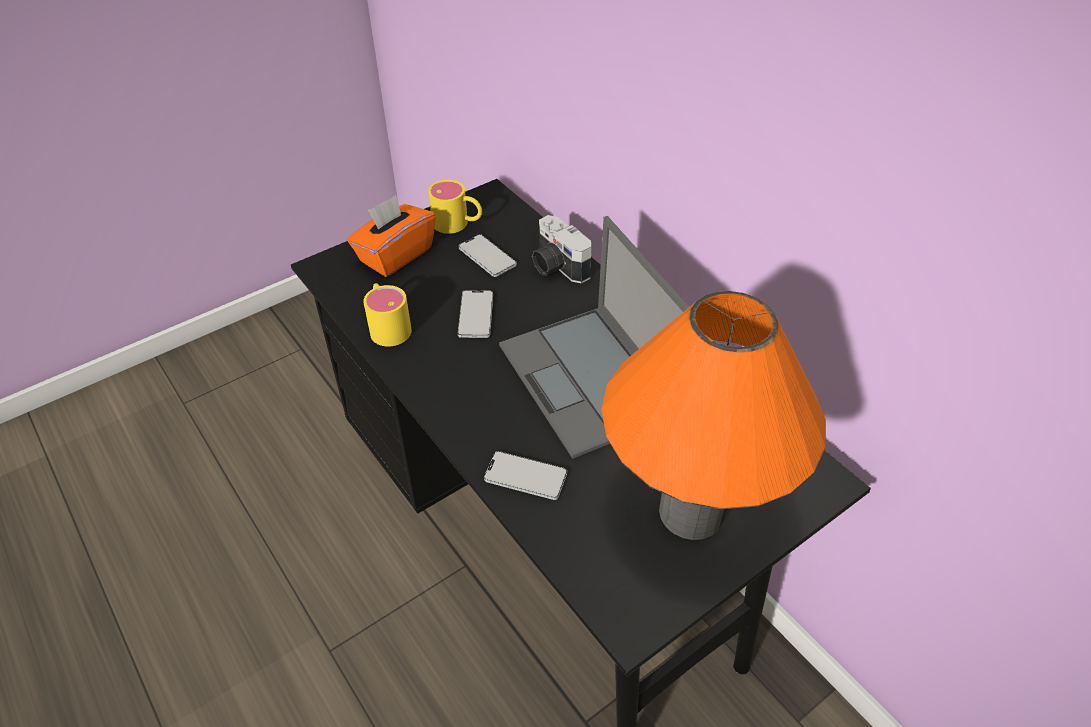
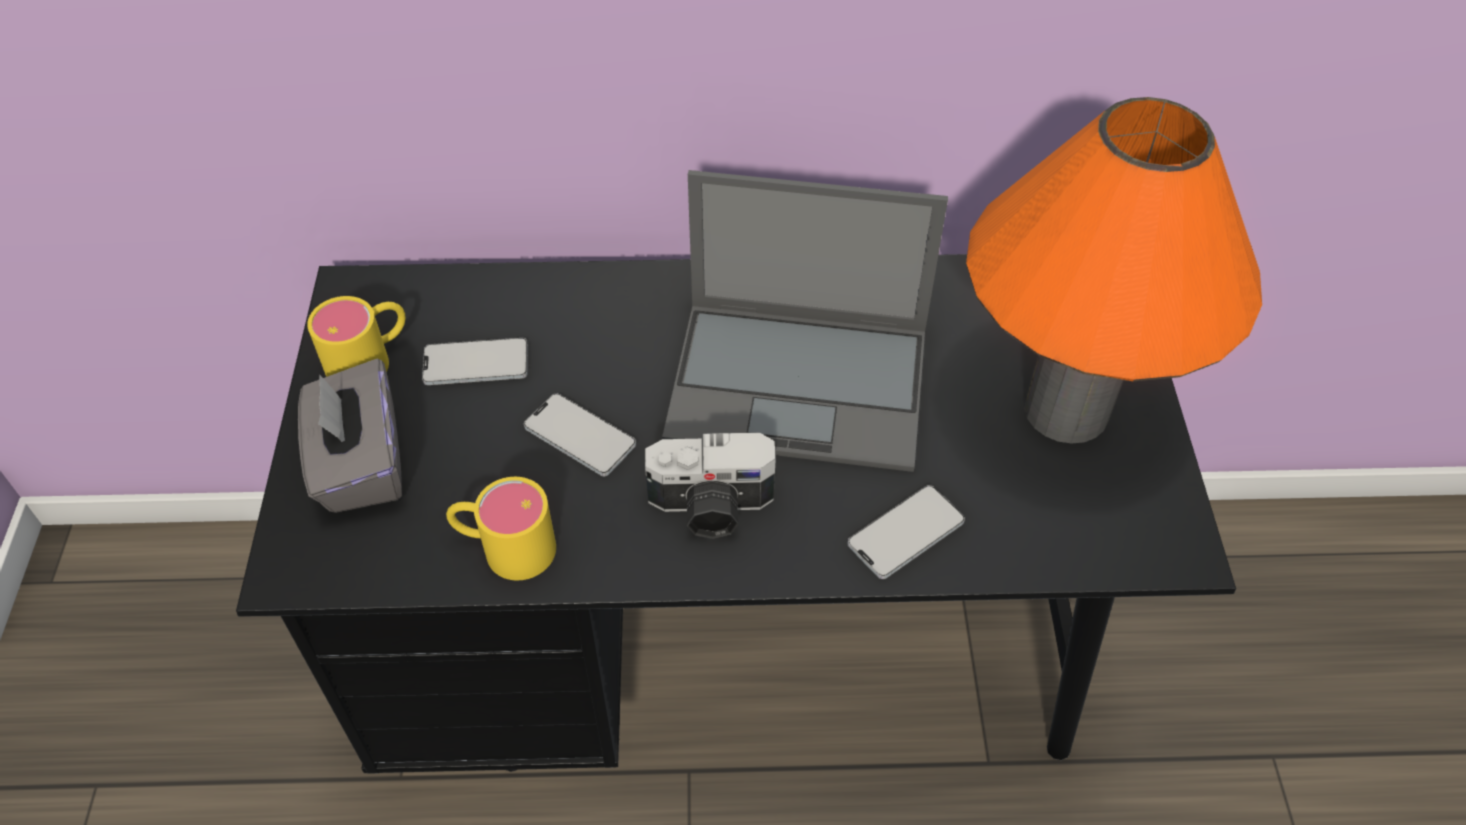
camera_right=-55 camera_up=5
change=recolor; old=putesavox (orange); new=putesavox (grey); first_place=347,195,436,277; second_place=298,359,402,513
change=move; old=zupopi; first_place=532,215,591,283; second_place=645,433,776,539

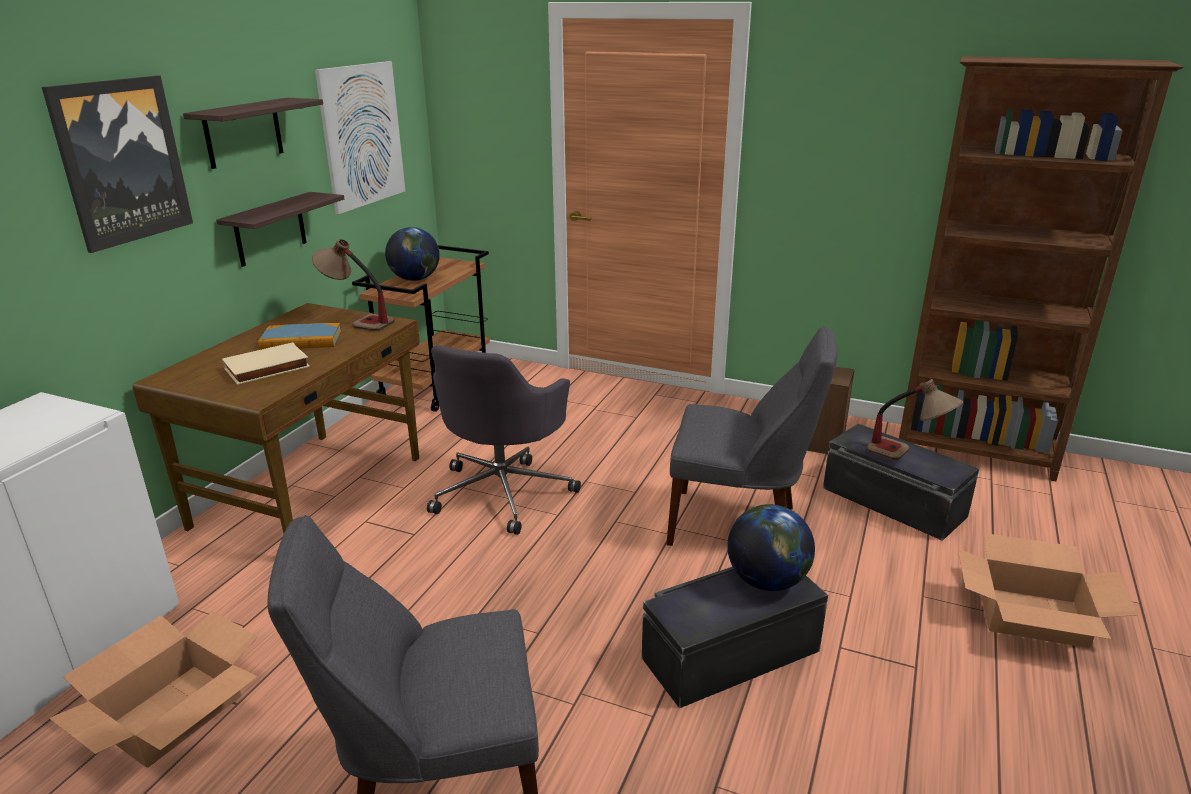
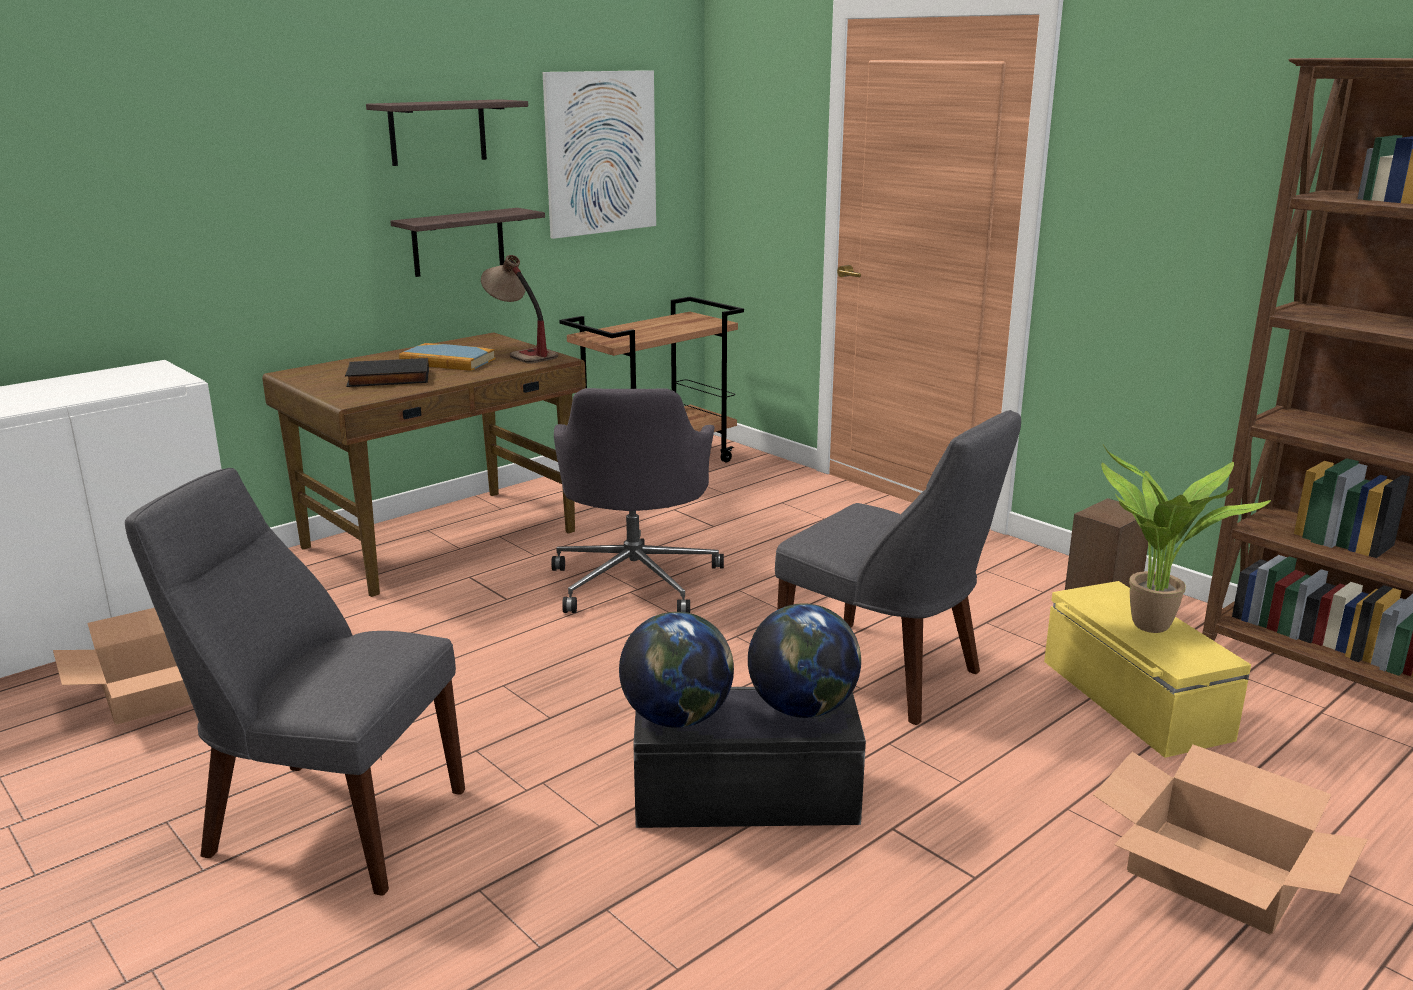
camera_right=25 camera_up=-5
change=delete; old=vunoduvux; first_place=42,75,193,253
change=move; old=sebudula; first_place=385,227,440,281; second_place=619,612,734,728
change=recolor; old=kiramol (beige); new=kiramol (black); first_place=222,342,310,385; second_place=345,358,429,387
change=rotate; old=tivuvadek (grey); first_place=427,345,581,535; second_place=551,388,724,613; degrees=-45
change=replace; old=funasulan; new=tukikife; first_place=866,379,963,460; second_place=1101,445,1271,633
change=recolor; old=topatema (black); new=topatema (yellow); first_place=823,424,980,541; second_place=1044,581,1251,758

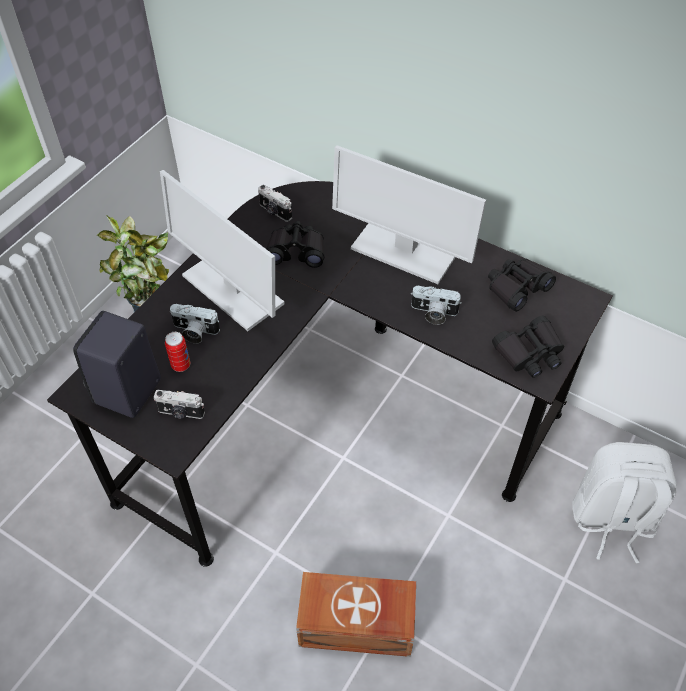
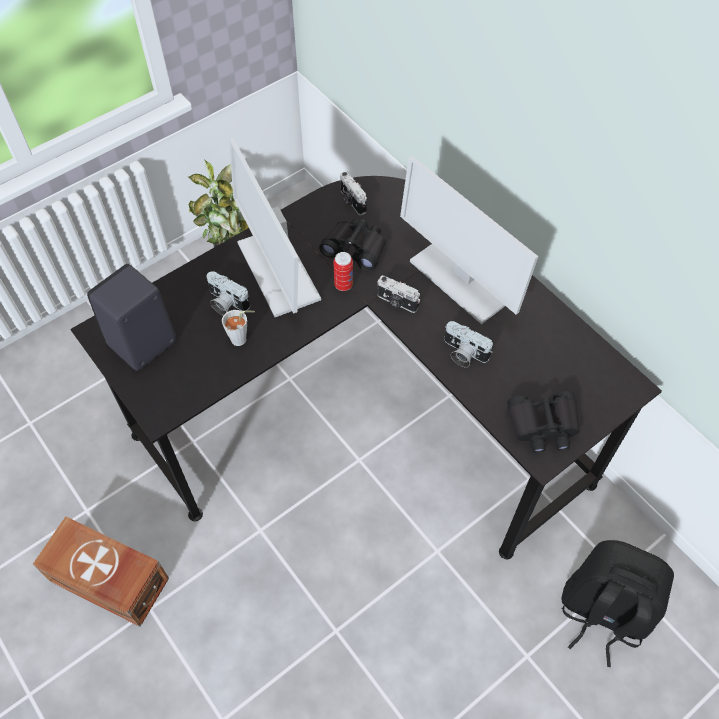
camera_right=20 camera_up=5
change=delete; old=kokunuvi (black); first_place=488,259,556,312
change=move; old=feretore; first_place=165,332,190,372; second_place=333,252,353,291
change=move; old=zupopi; first_place=154,390,205,419; second_place=377,275,420,313
change=recolor; old=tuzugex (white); new=tuzugex (black); first_place=572,442,677,563; second_place=561,540,674,667
change=move; old=topatema (brown); first_place=296,572,416,657; second_place=33,516,169,627
change=insert; new=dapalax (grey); second_place=222,310,255,346

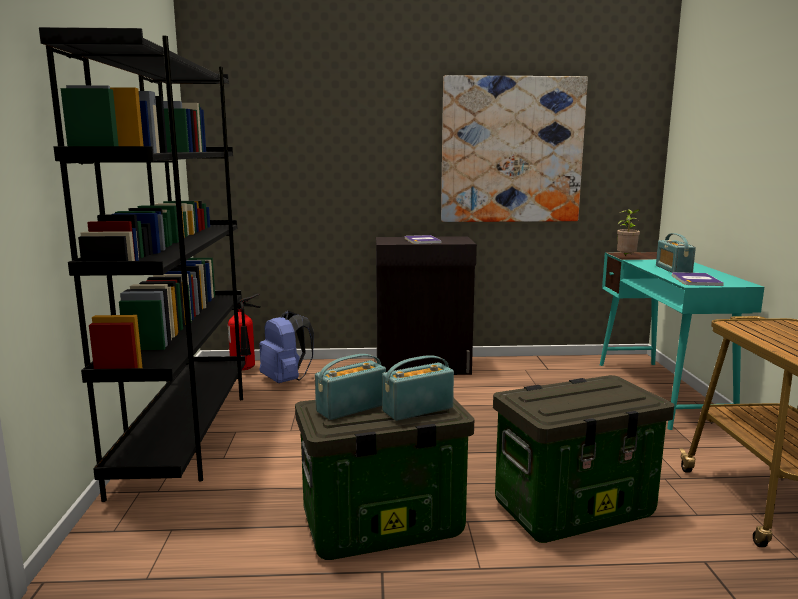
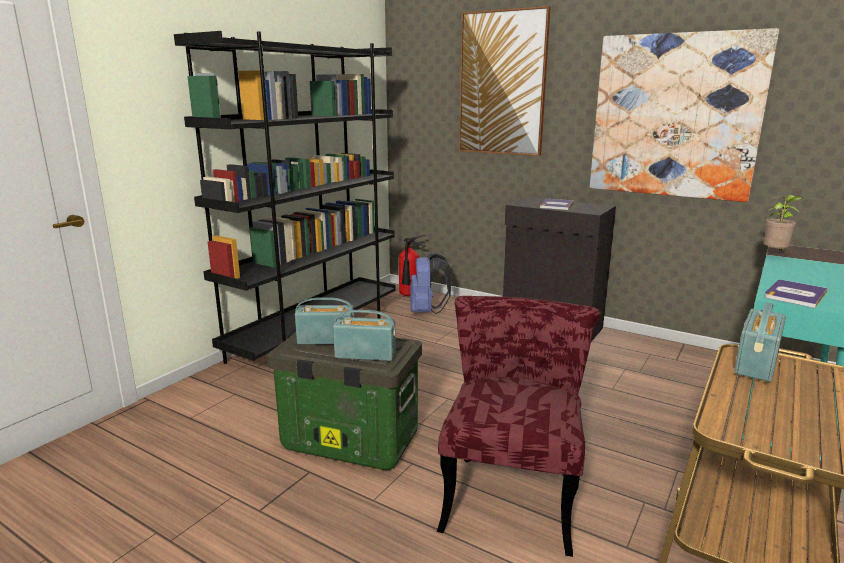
camera_right=35 camera_up=5
change=move; old=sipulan; first_place=656,233,696,273; second_place=734,302,786,382
change=replace; old=topatema; new=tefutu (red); first_place=493,375,674,543; second_place=437,296,600,557
change=insert; new=vunoduvux; second_place=459,6,551,156

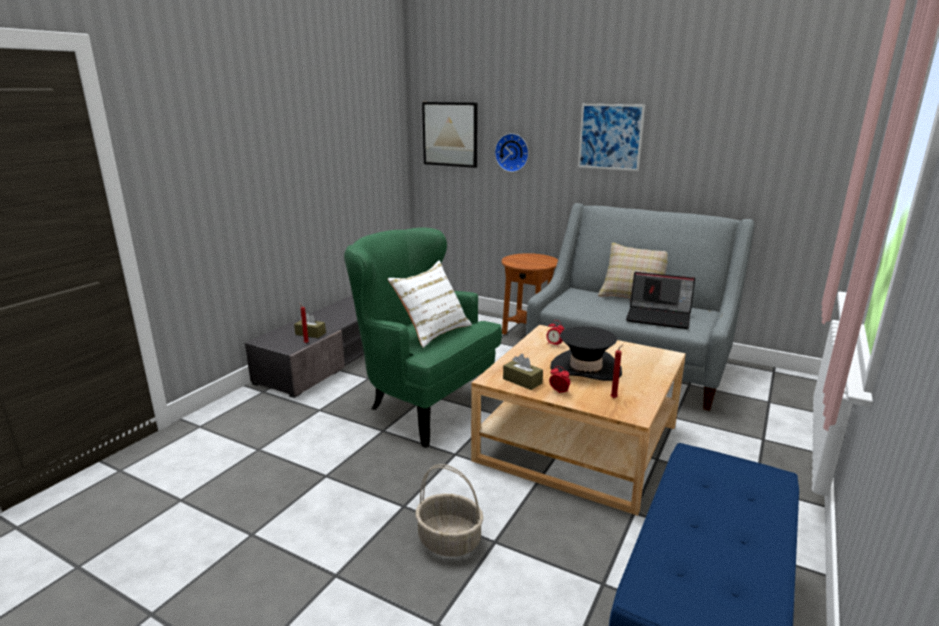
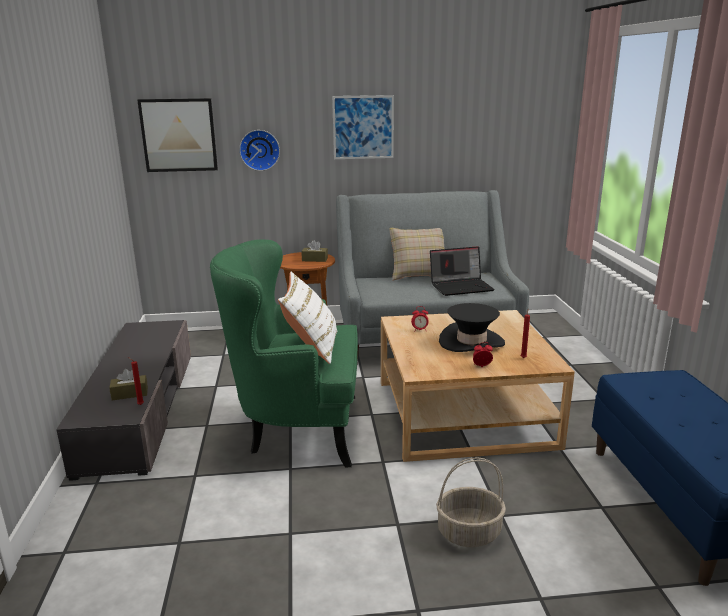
camera_right=-35 camera_up=0
change=move; old=putesavox (brown); first_place=503,354,543,390; second_place=301,240,328,262

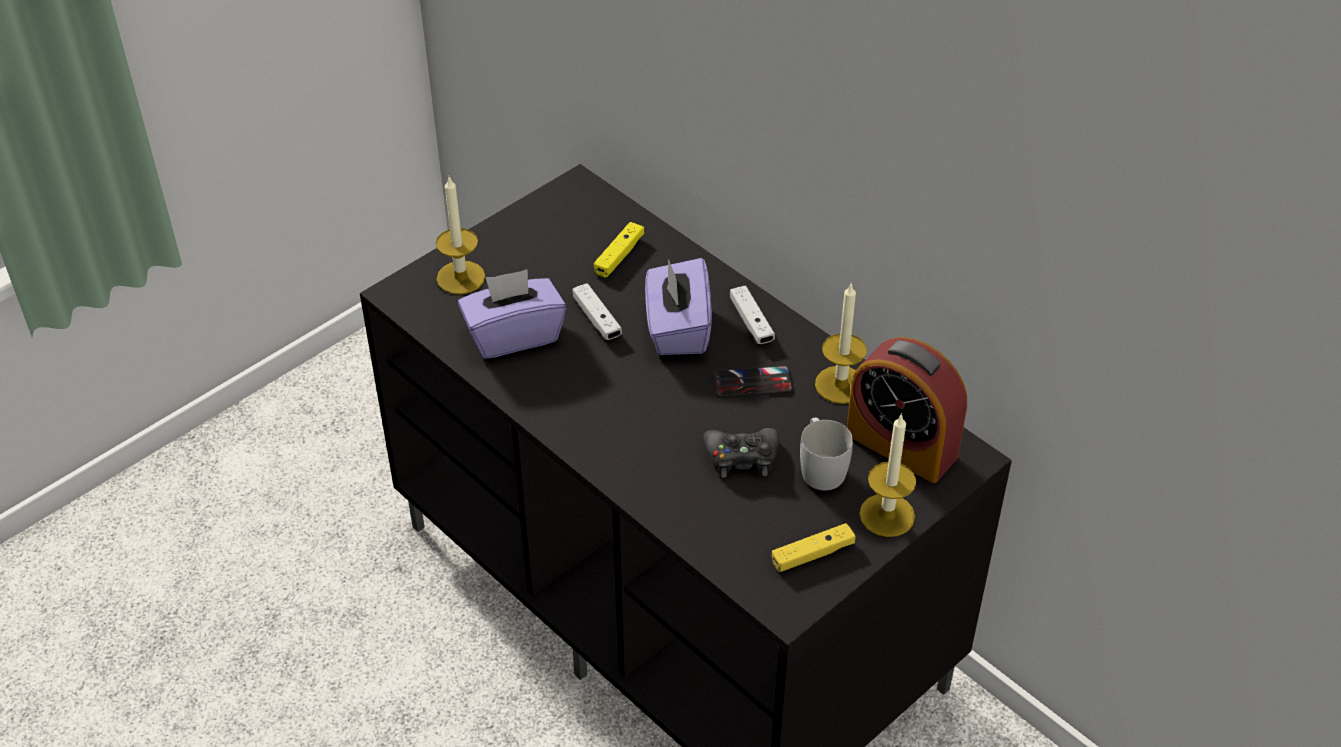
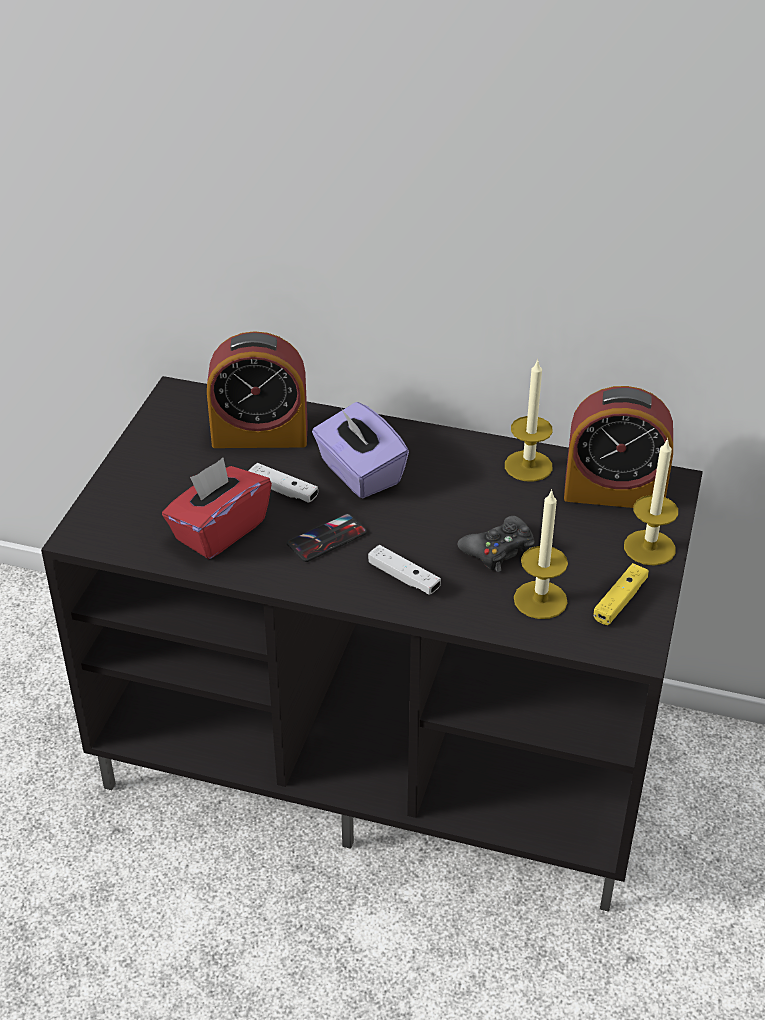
camera_right=-30 camera_up=-5
change=move; old=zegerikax; first_place=436,177,485,295; second_place=514,489,568,619
change=replace; old=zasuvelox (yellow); new=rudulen; first_place=594,222,644,278; second_place=207,331,308,448
change=recolor; old=putesavox (purple); new=putesavox (red); first_place=458,269,566,359; second_place=162,458,272,559
change=move; old=zasuvelox (white); first_place=730,286,775,344; second_place=368,545,441,595
change=move; old=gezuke; first_place=713,365,793,398; second_place=287,513,367,562
change=delete; old=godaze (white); first_place=800,418,853,490

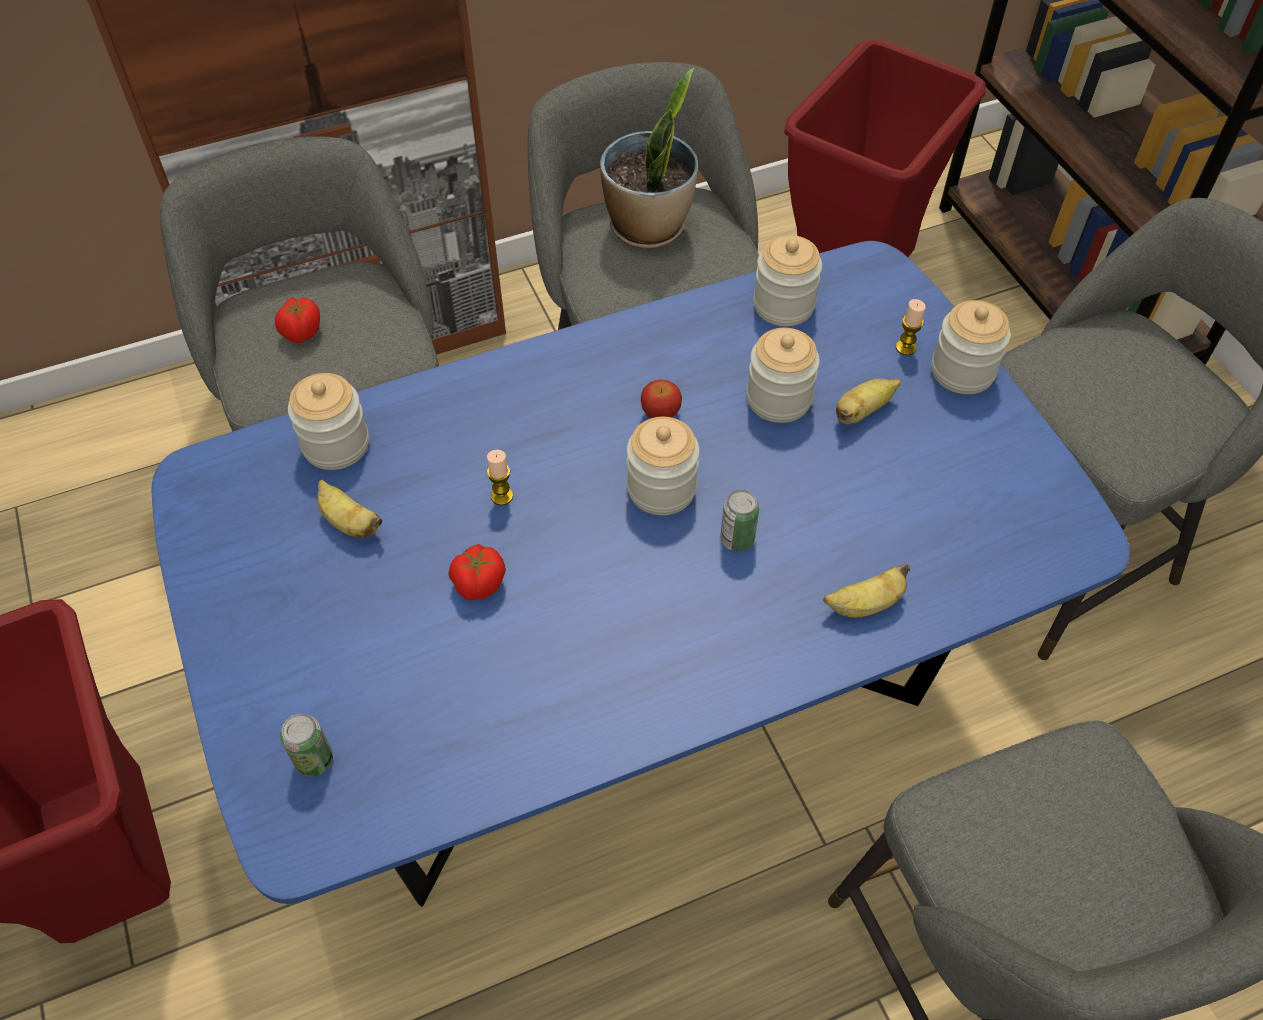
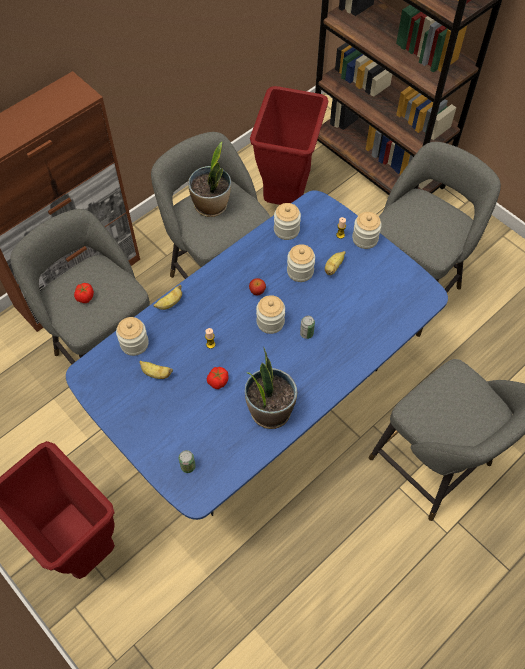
camera_right=-20 camera_up=5
change=move; old=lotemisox; first_place=823,564,910,618; second_place=153,285,182,310
change=insert; new=tukikife; second_place=245,347,297,429

